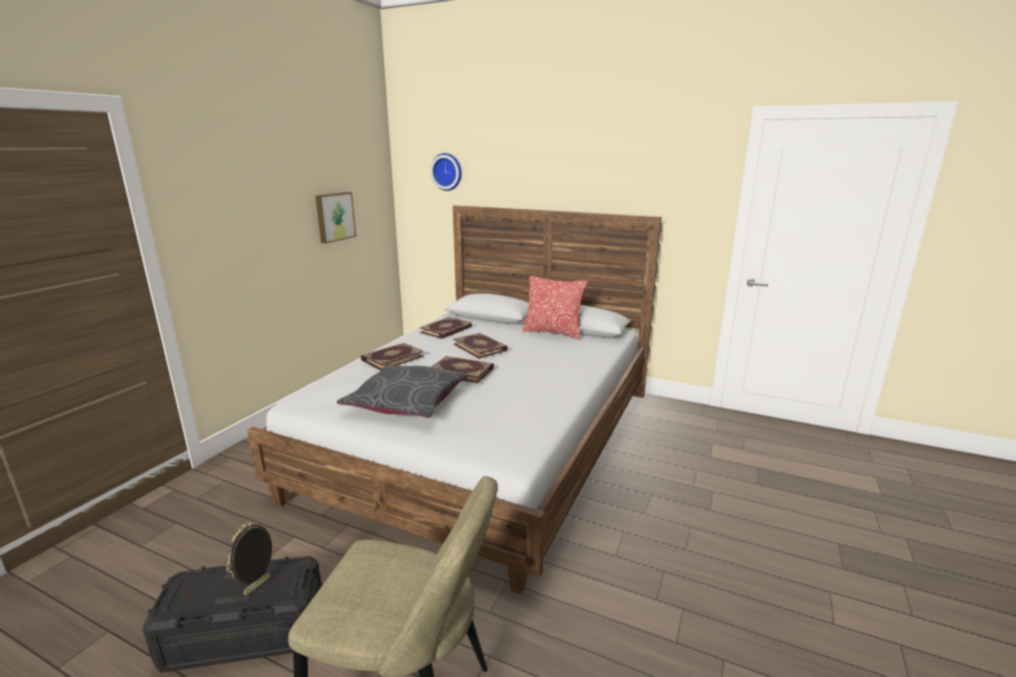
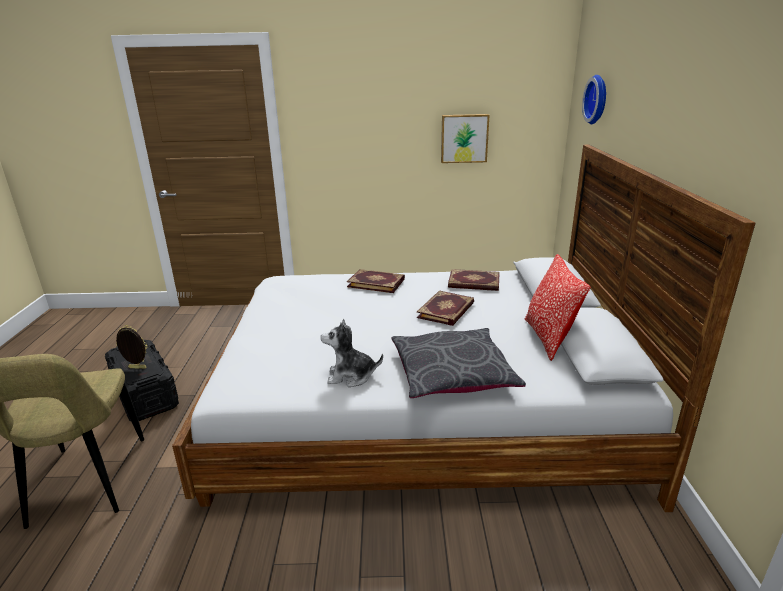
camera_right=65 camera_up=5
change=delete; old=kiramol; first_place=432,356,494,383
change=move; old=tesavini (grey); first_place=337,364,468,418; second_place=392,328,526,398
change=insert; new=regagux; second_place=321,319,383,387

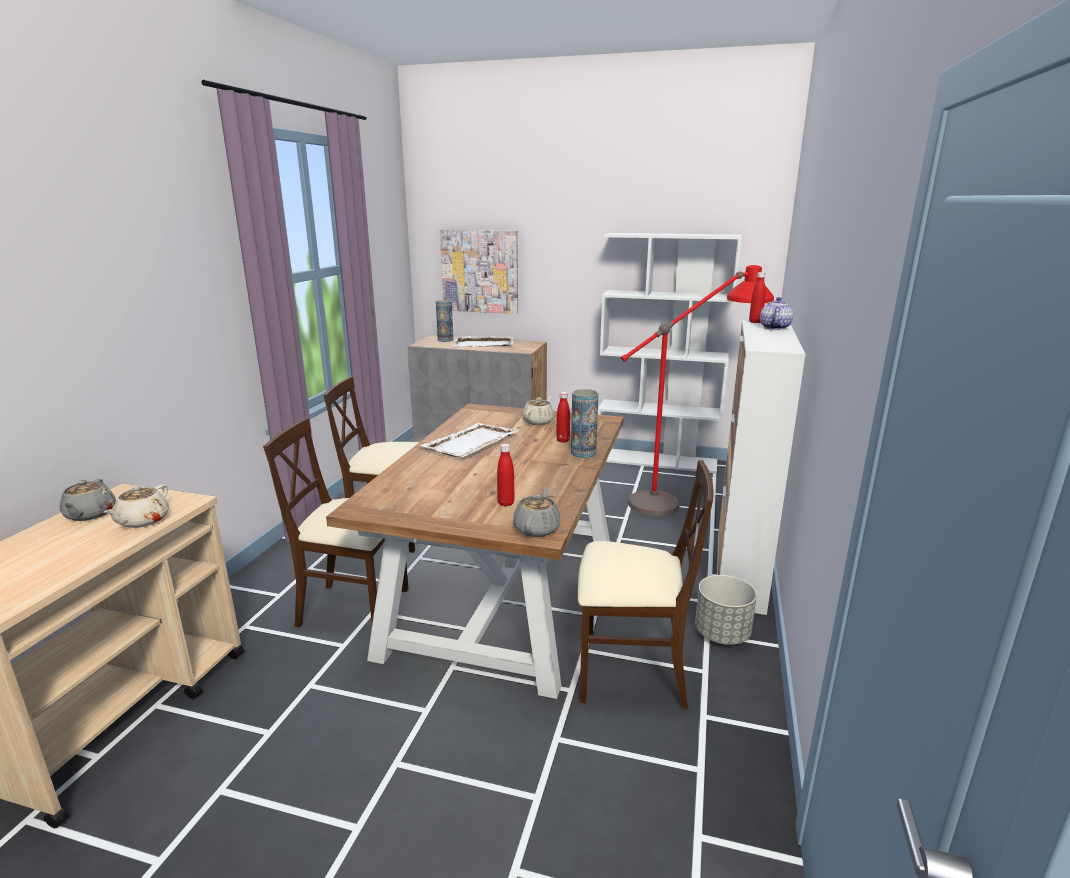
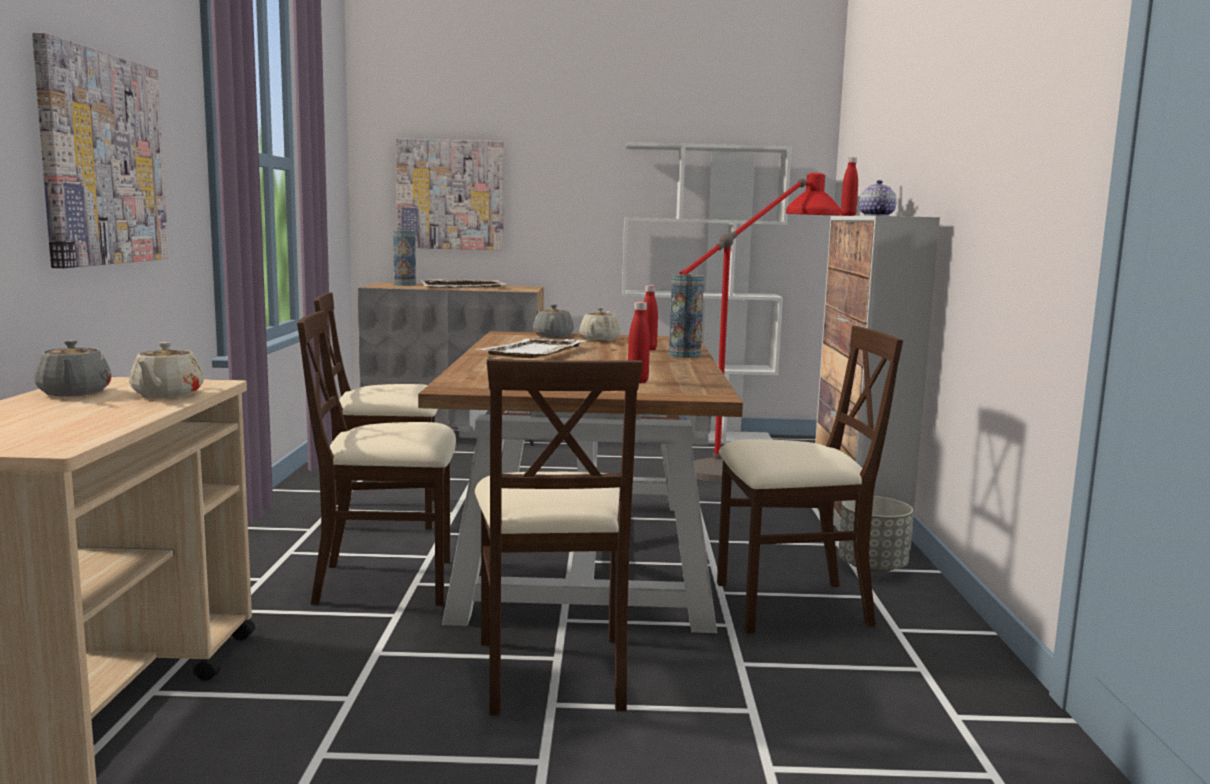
camera_right=-15 camera_up=-10
change=move; old=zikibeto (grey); first_place=513,486,560,537; second_place=533,304,574,338
change=insert; new=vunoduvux; second_place=32,32,169,268
change=insert; new=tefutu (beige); second_place=475,359,643,716

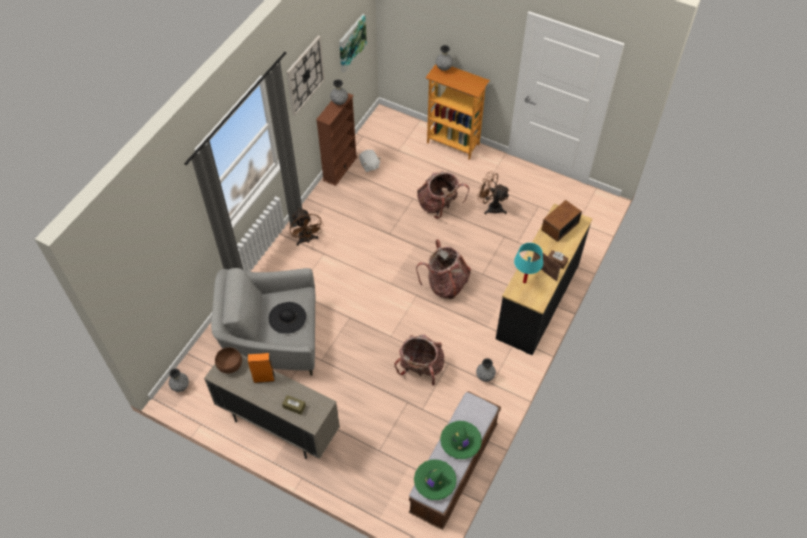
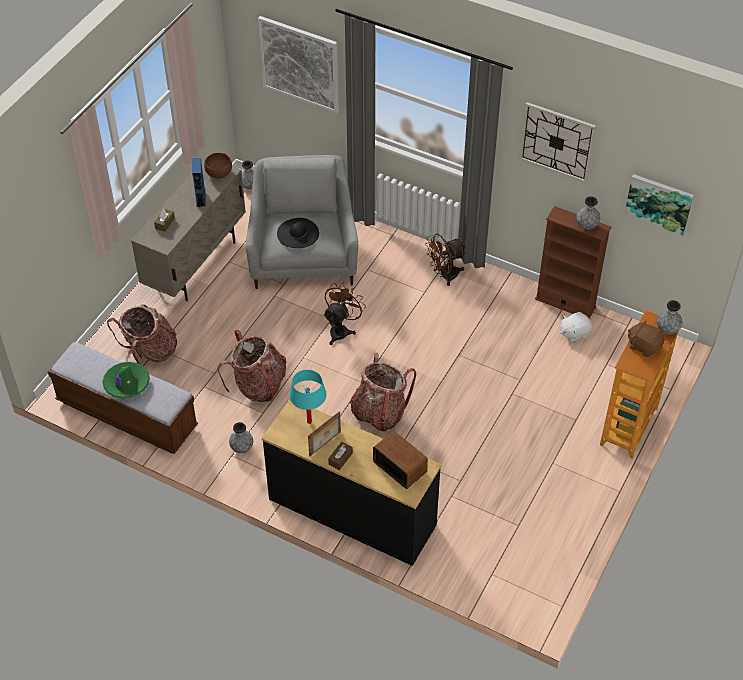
camera_right=90 camera_up=-5
change=move; old=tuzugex; first_place=417,171,469,219; second_place=107,304,177,364
change=move; old=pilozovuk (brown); first_place=477,172,510,214; second_place=323,282,366,345
change=recolor; old=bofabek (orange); new=bofabek (blue); first_place=248,353,275,383; second_place=192,158,206,207
change=delete; old=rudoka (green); first_place=414,460,457,500
change=insert; new=vunoduvux; second_place=258,16,339,113
change=insert; new=regagux (brown); second_place=628,319,665,357

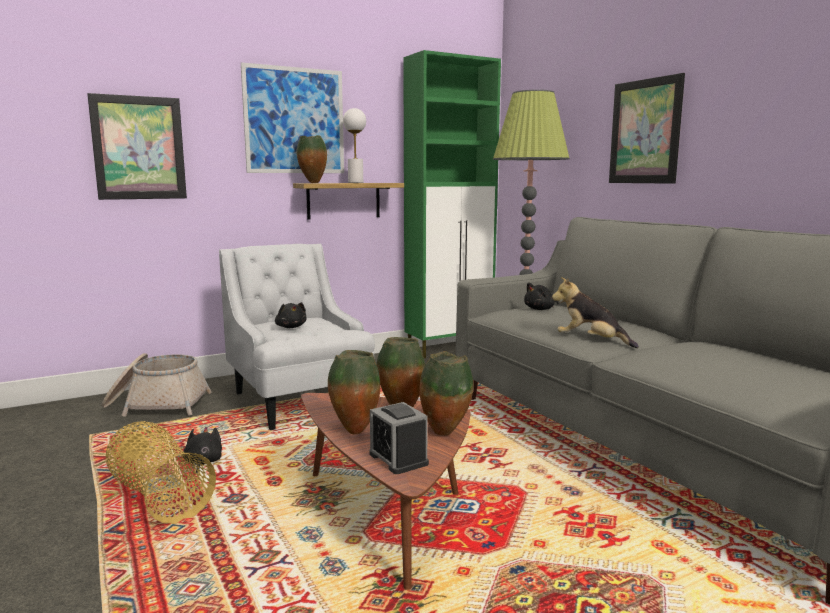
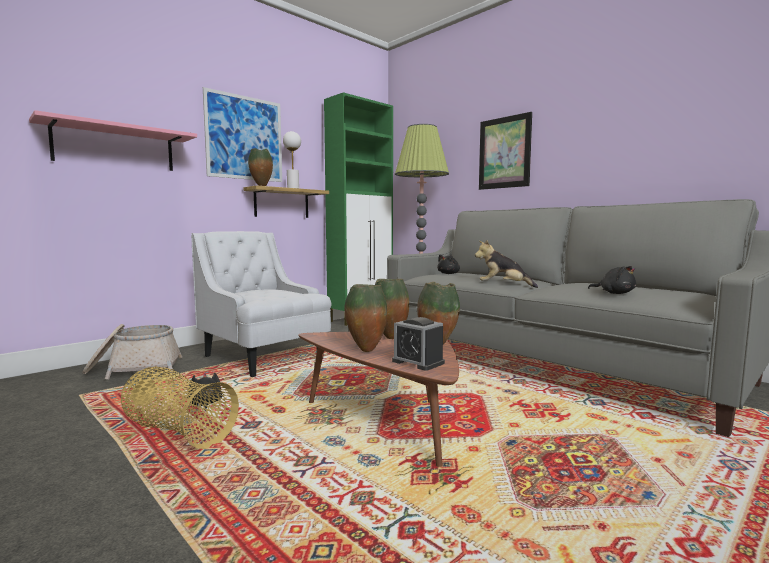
camera_right=-15 camera_up=-5
change=replace; old=vunoduvux; new=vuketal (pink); first_place=87,93,187,200; second_place=29,110,197,171
change=move; old=regagux (black); first_place=275,302,307,328; second_place=588,266,636,294

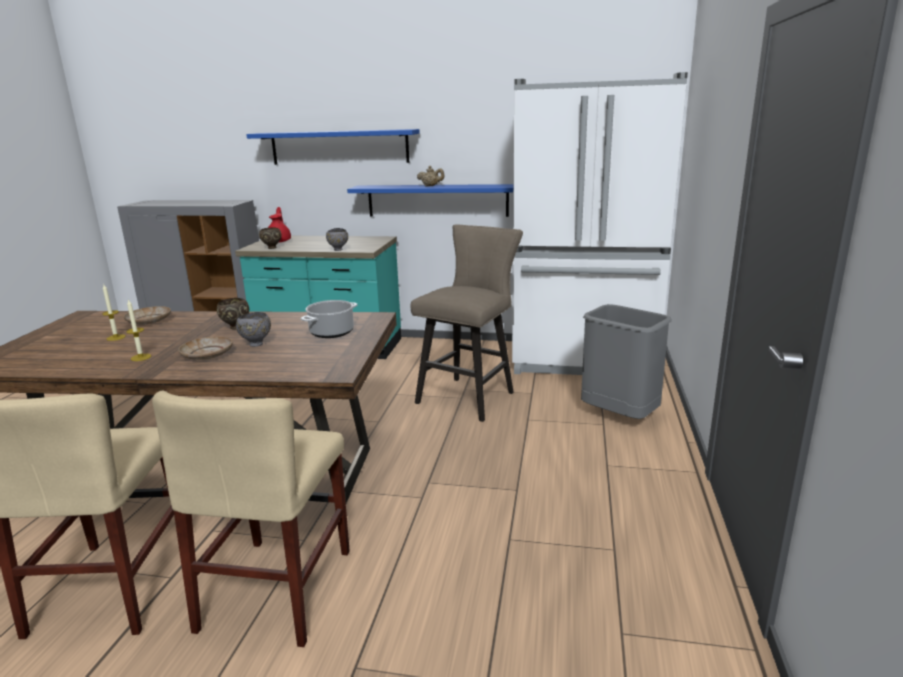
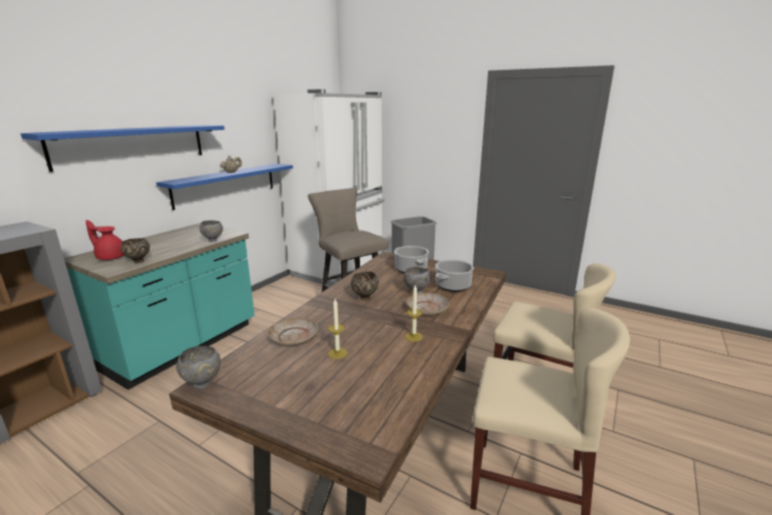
camera_right=-70 camera_up=0
change=insert; new=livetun; second_place=435,259,474,292
change=insert; new=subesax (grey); second_place=176,346,221,389

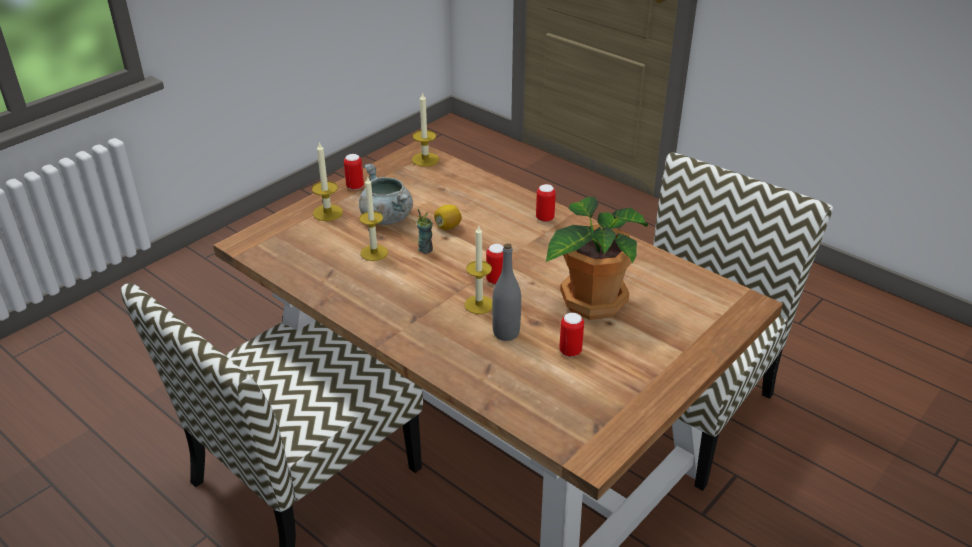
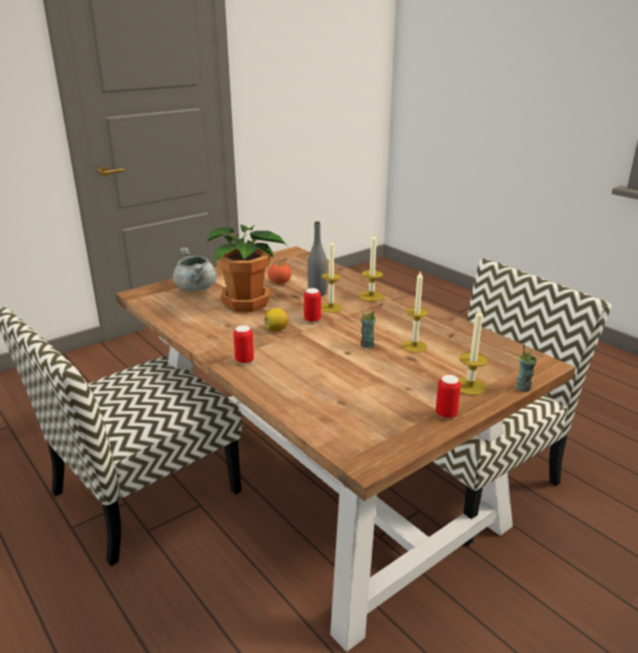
camera_right=-170 camera_up=-10
change=move; old=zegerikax; first_place=412,92,439,167; second_place=359,234,384,301
change=move; old=livetun (grey); first_place=359,164,413,225; second_place=173,247,217,291
change=move; old=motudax; first_place=434,205,462,230; second_place=264,308,288,331
change=replace; old=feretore; new=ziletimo; first_place=559,313,584,357; second_place=268,261,292,284
change=insert; new=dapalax; second_place=515,344,537,392

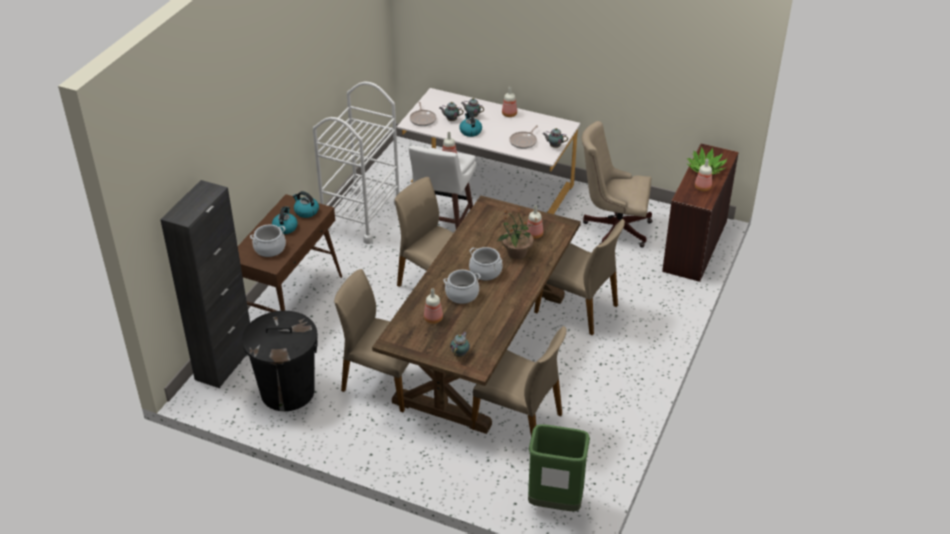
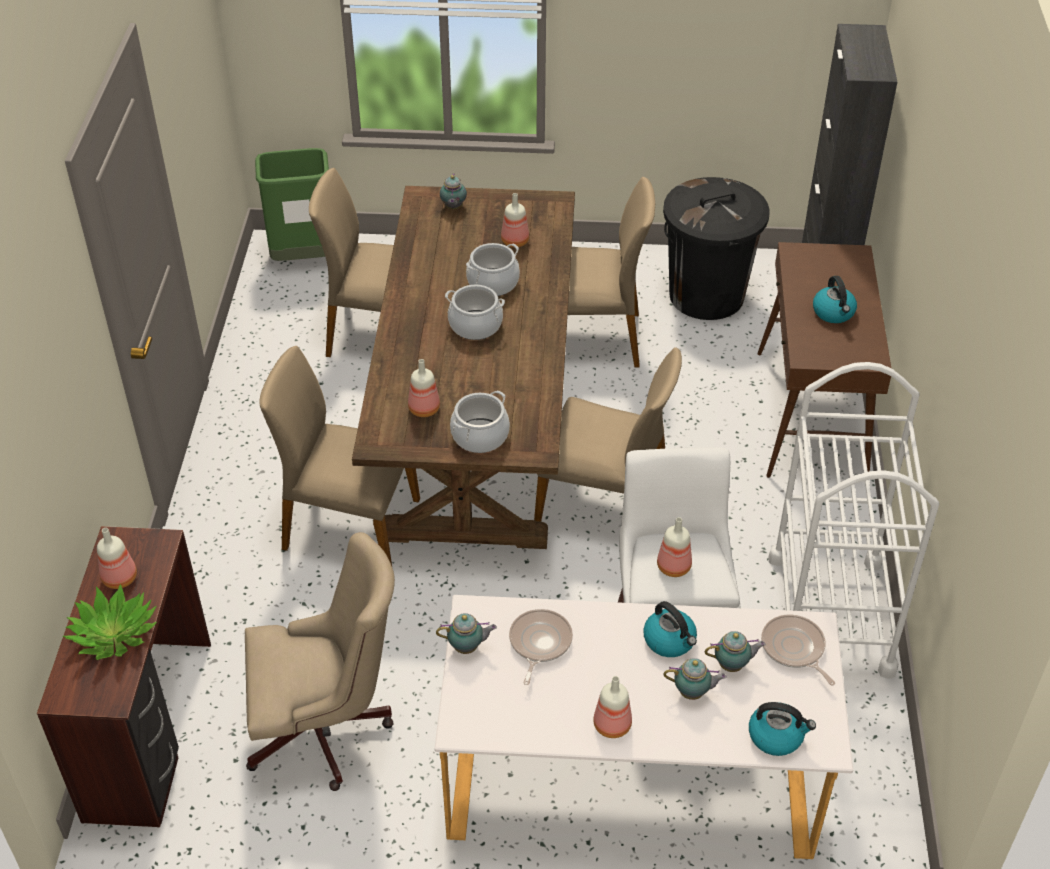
camera_right=160 camera_up=5
change=move; old=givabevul; first_place=293,191,319,218; second_place=749,702,816,756
change=delete; old=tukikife; first_place=497,207,539,259
change=move; old=livetun; first_place=250,224,286,257; second_place=450,391,510,453

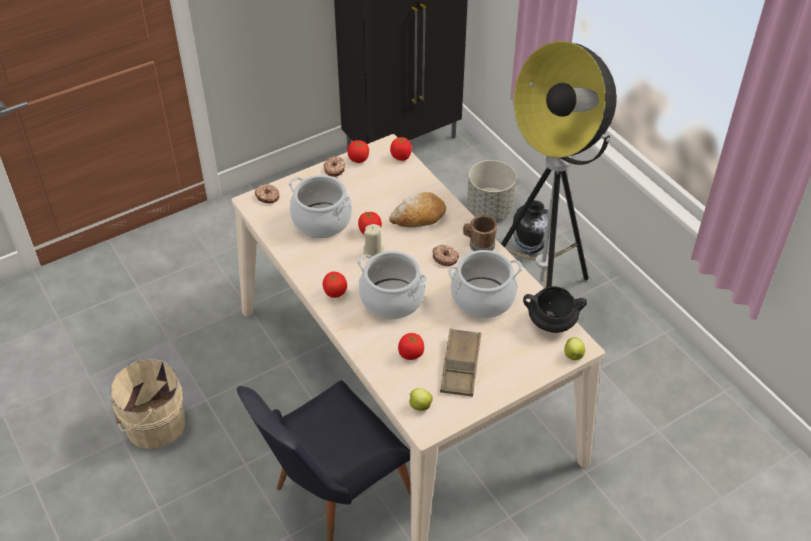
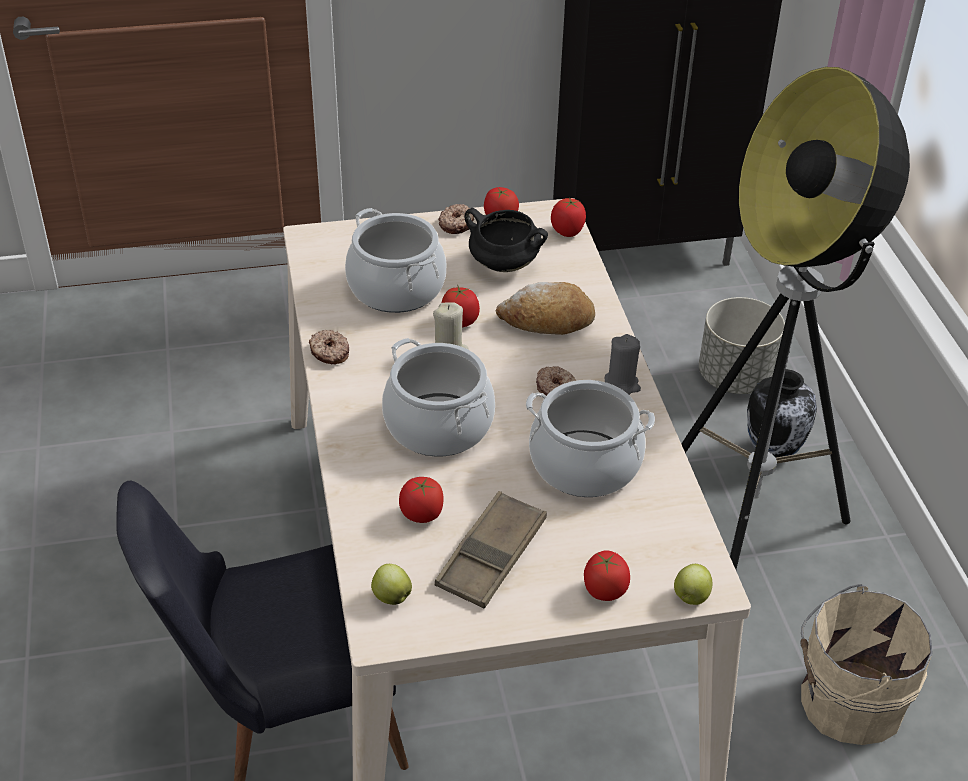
camera_right=20 camera_up=-5
change=move; old=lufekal; first_place=255,184,279,203; second_place=309,330,349,364
change=replace; old=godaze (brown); new=zegerikax (grey); first_place=463,215,498,251; second_place=605,334,641,395
change=move; old=ziletimo; first_place=323,272,347,298; second_place=584,550,630,601
change=move; old=livetun (black); first_place=523,286,587,333; second_place=464,208,548,272
change=move; old=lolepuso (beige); first_place=111,358,185,449; second_place=800,584,932,745

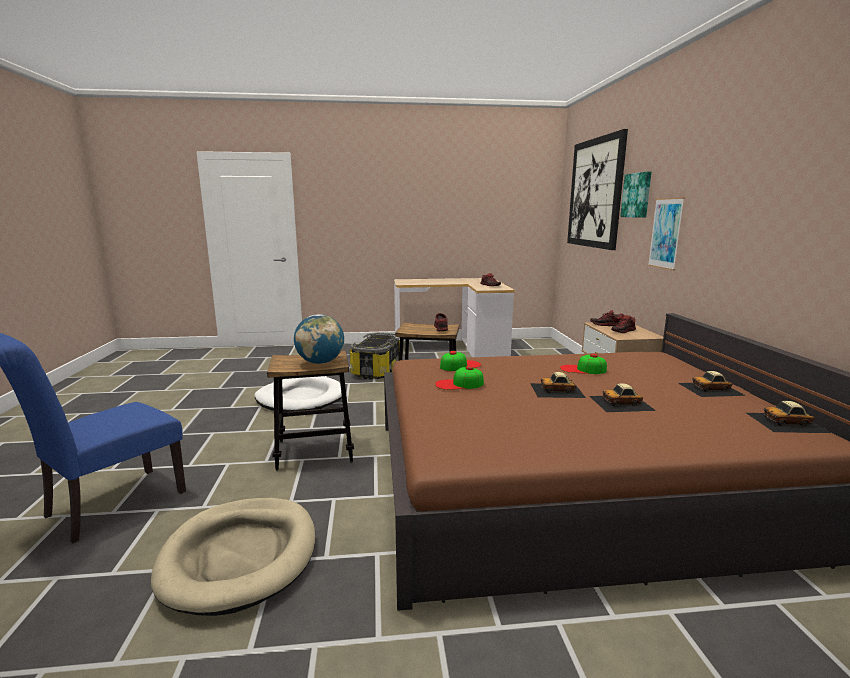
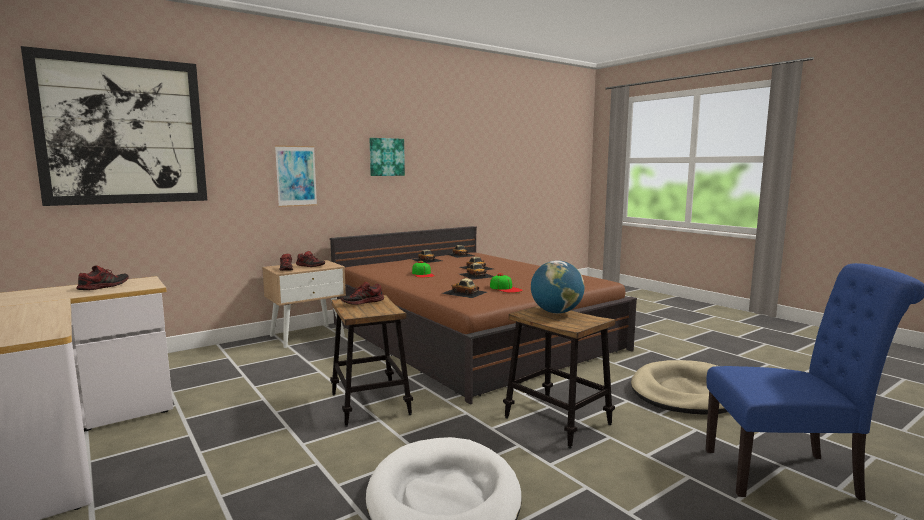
camera_right=-120 camera_up=-5
change=move; old=vunoduvux; first_place=620,171,651,218; second_place=369,138,405,176
change=delete; old=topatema; first_place=350,332,400,379
change=replace; old=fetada; new=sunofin; first_place=440,351,481,371; second_place=441,278,487,298

